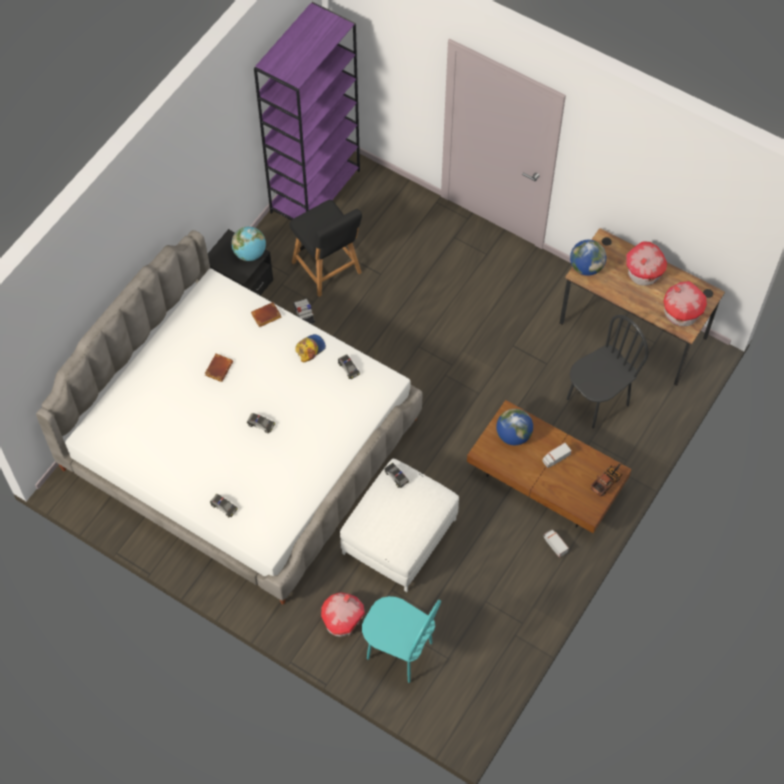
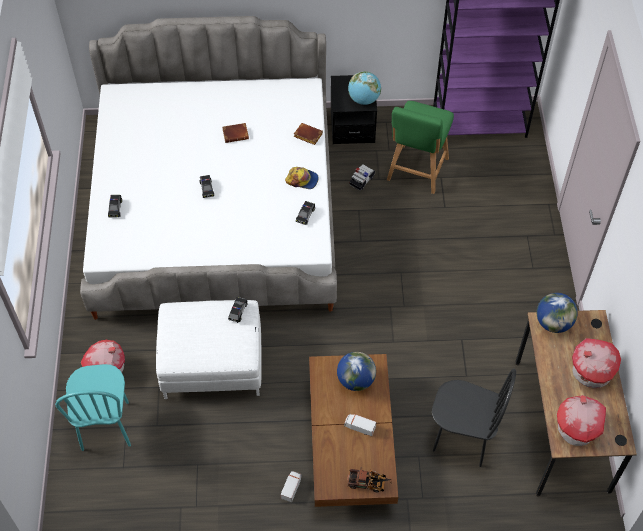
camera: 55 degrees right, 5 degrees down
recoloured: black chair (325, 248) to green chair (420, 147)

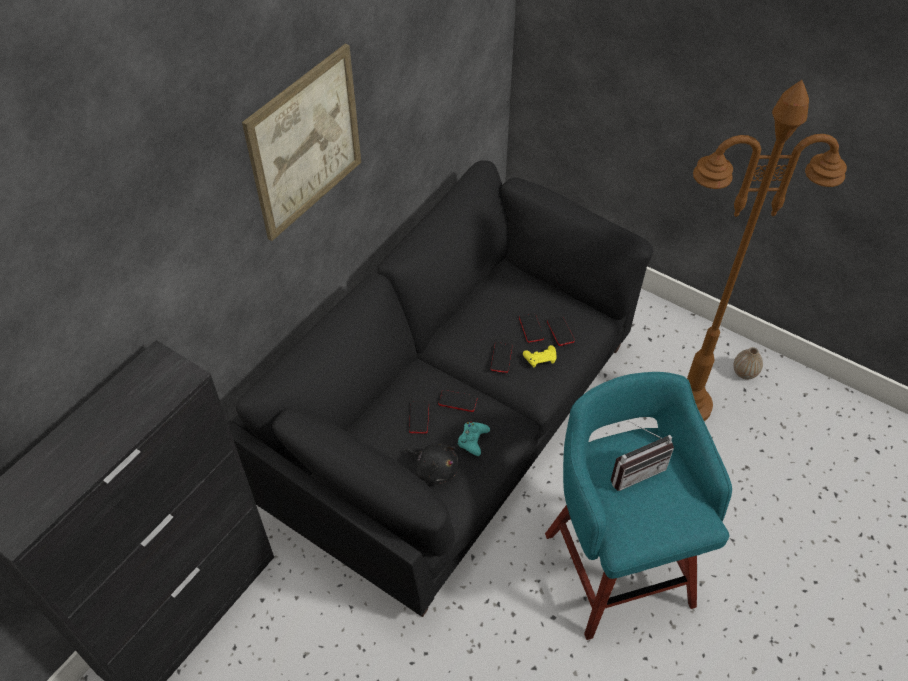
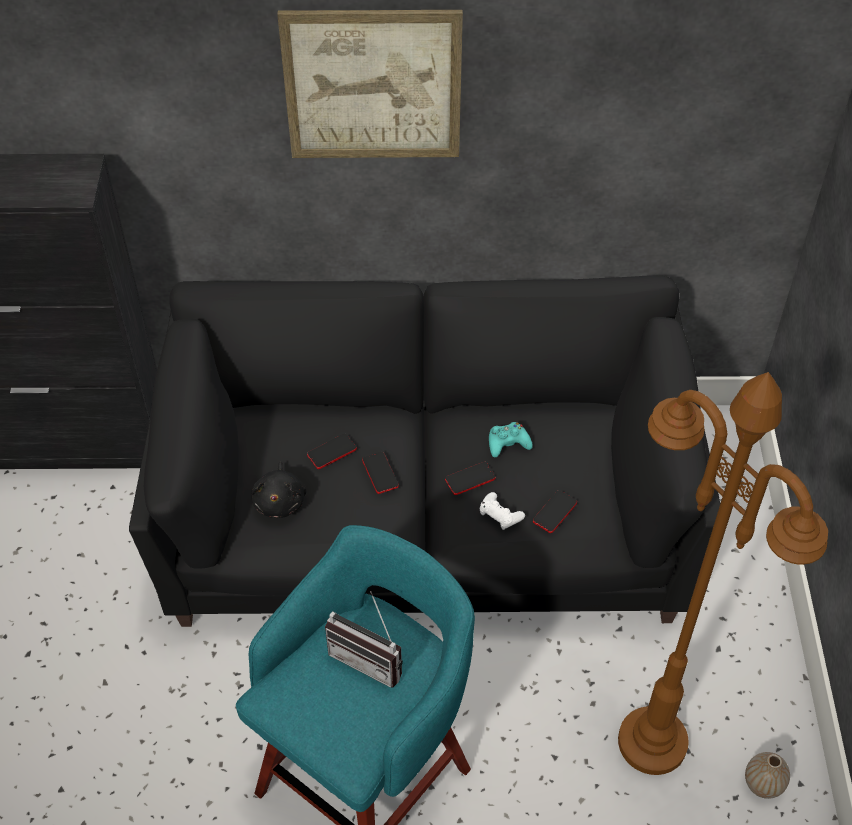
camera: 55 degrees right, 0 degrees up
removed: phone (531, 328)
moved: turquoise game controller (473, 438) to (511, 439)
recoloured: yellow game controller (540, 356) to white game controller (502, 511)

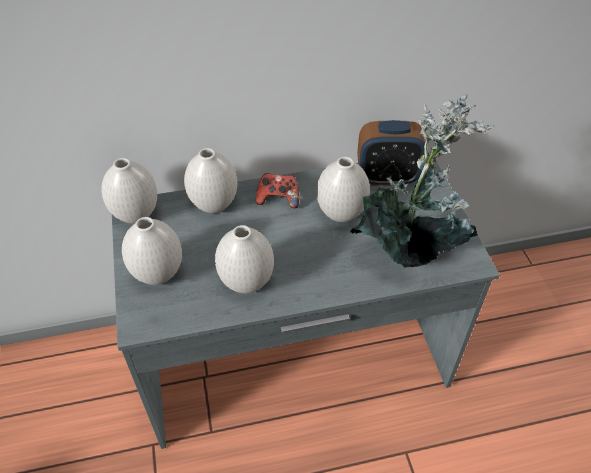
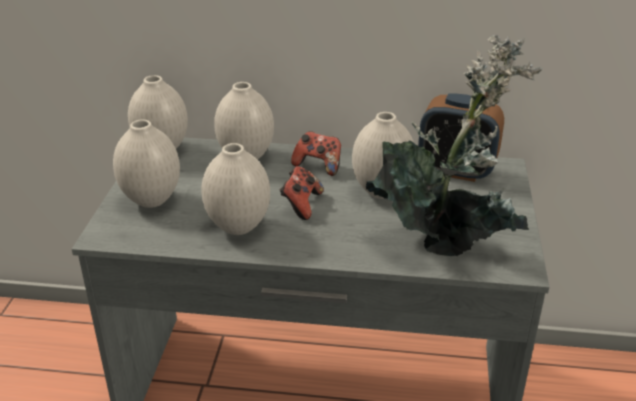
camera: 20 degrees right, 15 degrees down
added: game controller (301, 193)

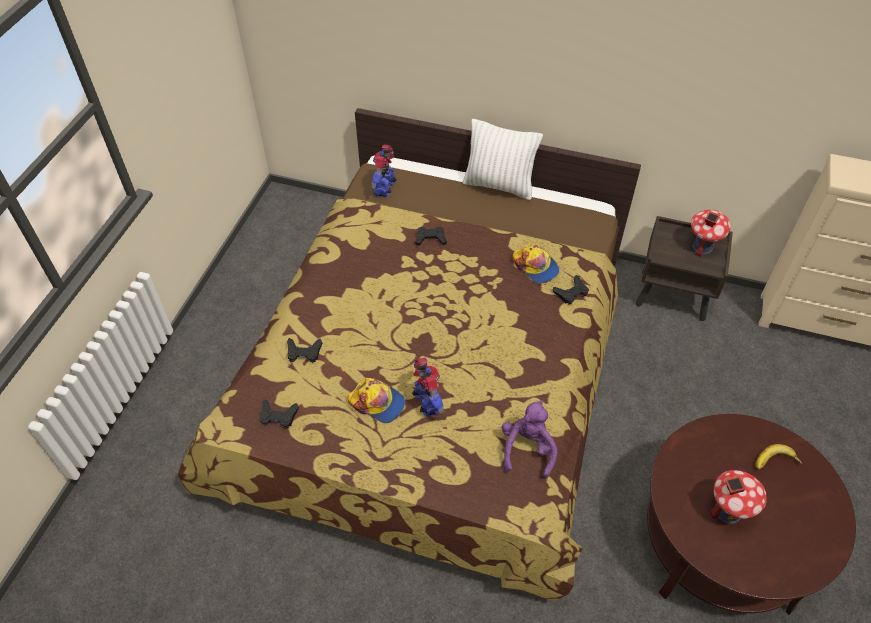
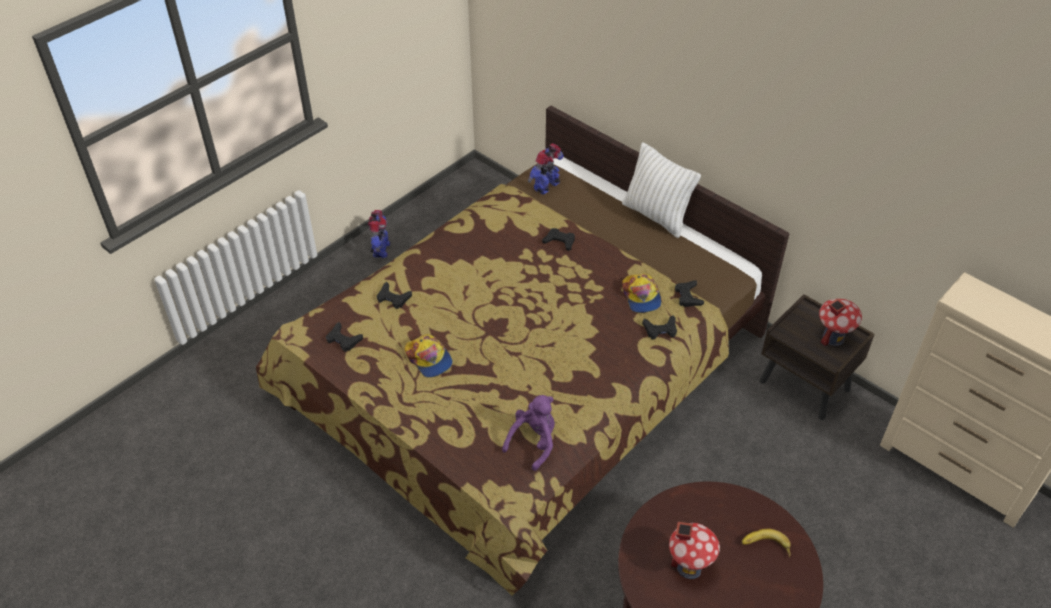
camera: 25 degrees right, 5 degrees down
added: black game controller (689, 293)
moved: toy robot (428, 387) to (379, 234)

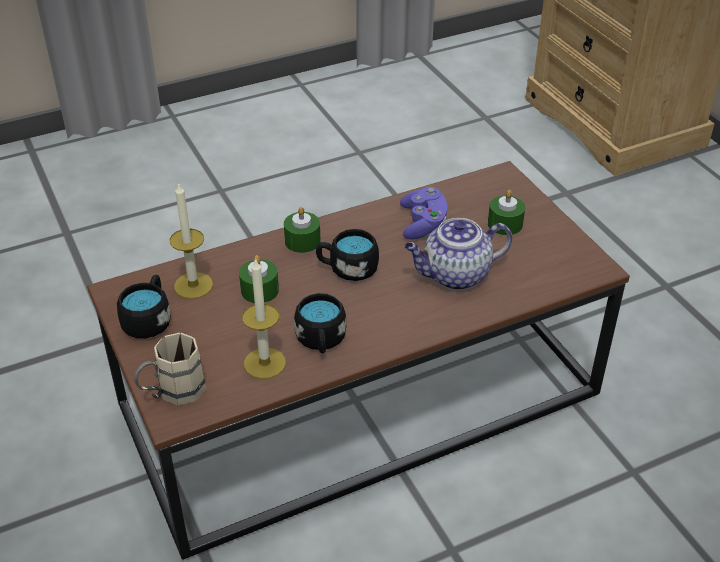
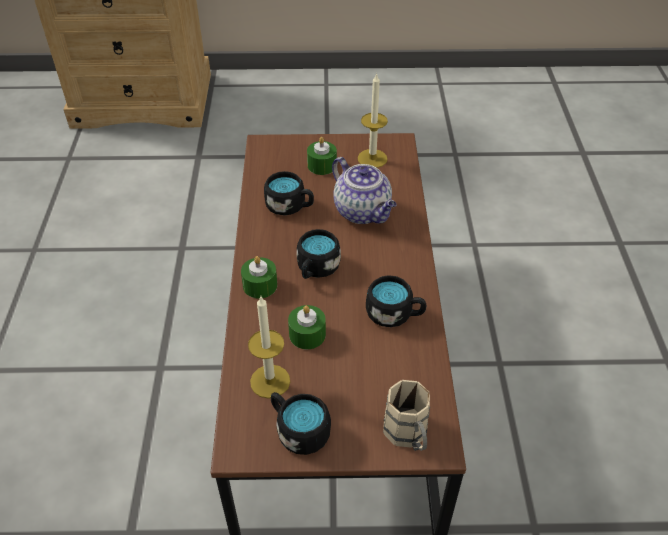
camera: 65 degrees left, 5 degrees up
moved: candle (264, 318) to (373, 120)
replaced: purple game controller (423, 213) to black mug (289, 193)
turned: teapot (458, 254) = (364, 190) 45 degrees counterclockwise

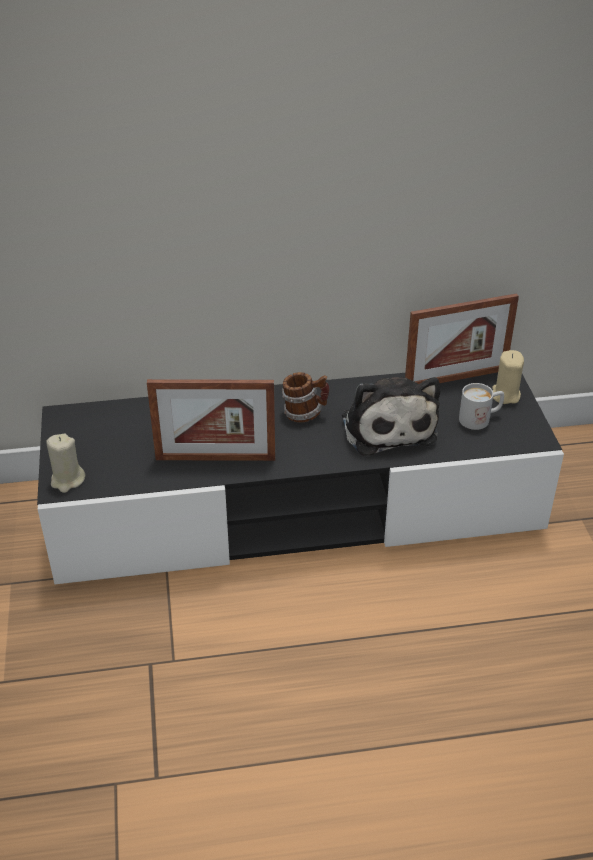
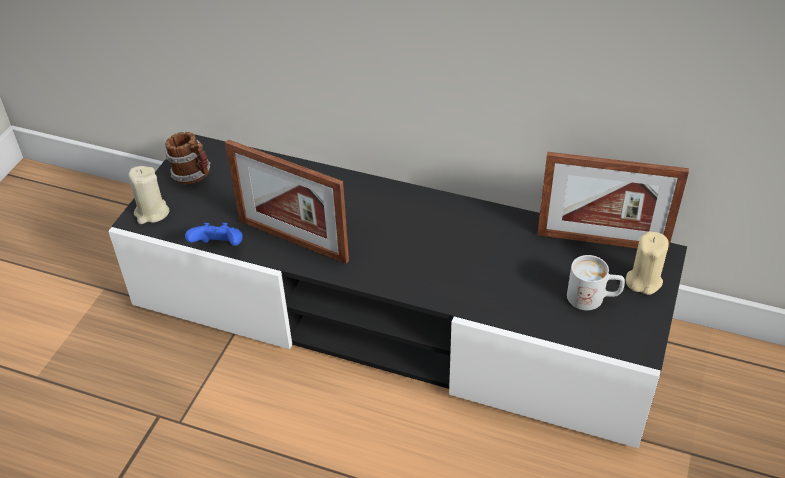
camera: 30 degrees right, 5 degrees up
removed: plush toy (391, 416)
added: blue game controller (214, 234)
moved: mug (305, 397) to (187, 158)

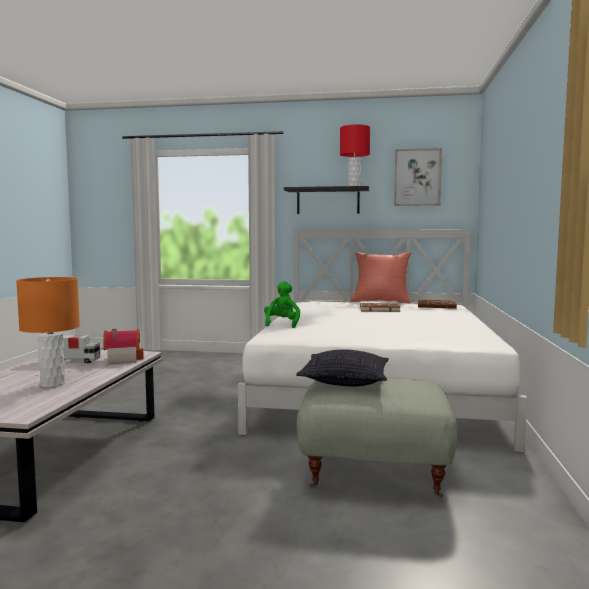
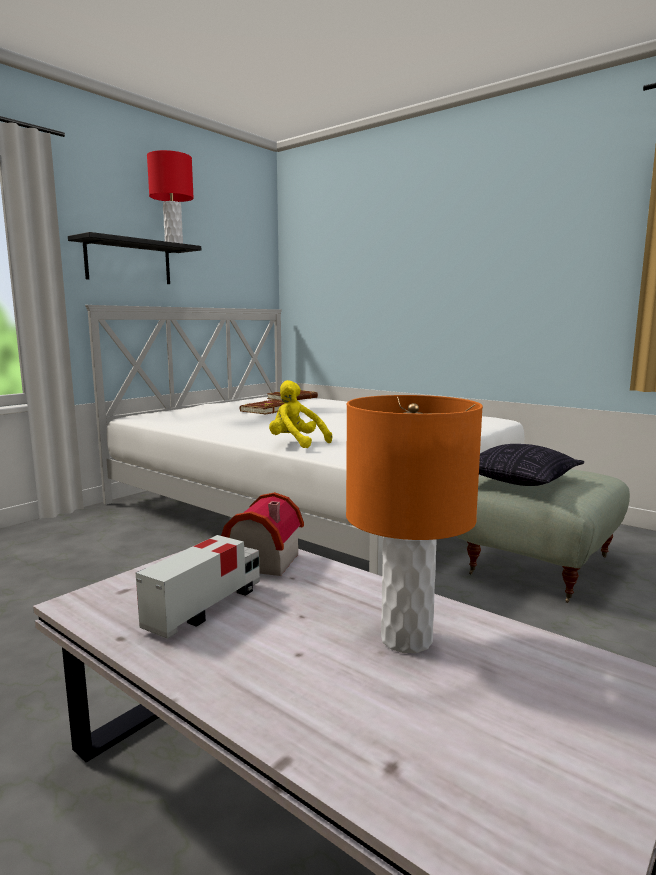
camera: 60 degrees left, 5 degrees up
removed: red pillow (381, 278); picture (418, 177)
recoloured: green plush toy (282, 304) to yellow plush toy (300, 414)

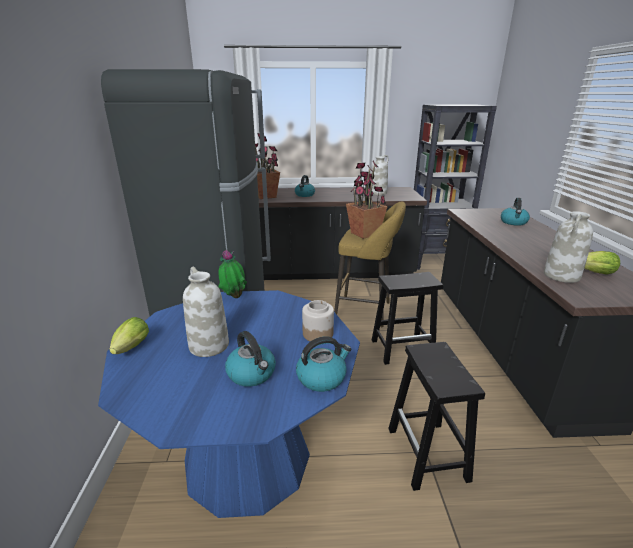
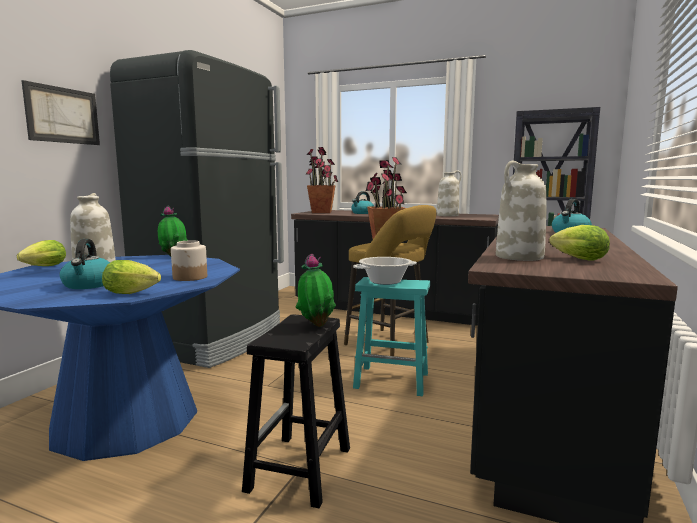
camera: 25 degrees right, 15 degrees down
added: picture (60, 112); potted plant (315, 290); cooking pot (385, 271)
replaced: kettle (323, 364) to lettuce (131, 277)
recoloured: black stool (407, 318) to turquoise stool (391, 336)

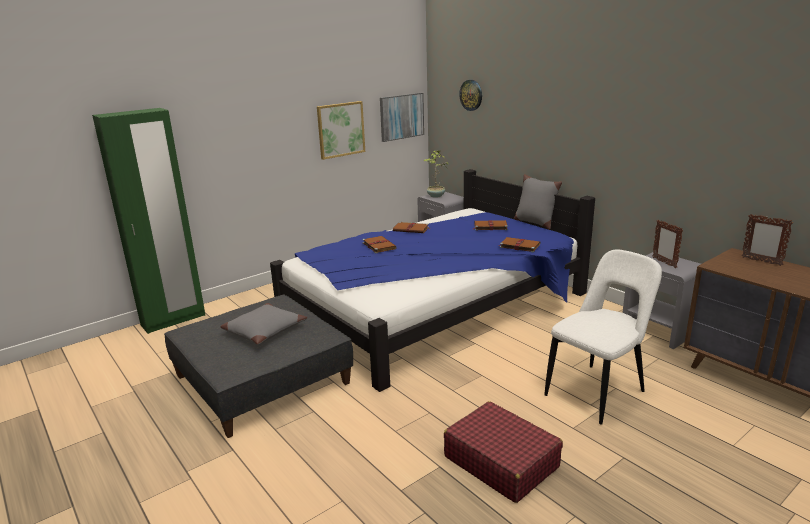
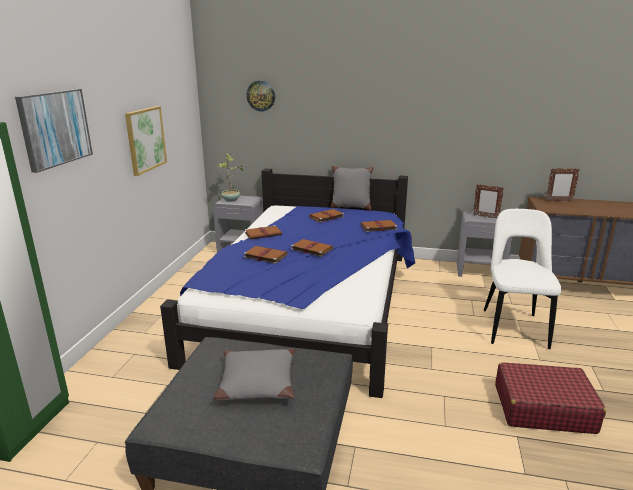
camera: 40 degrees left, 0 degrees up
added: brown book (312, 248)
moved: picture (402, 117) to (54, 131)

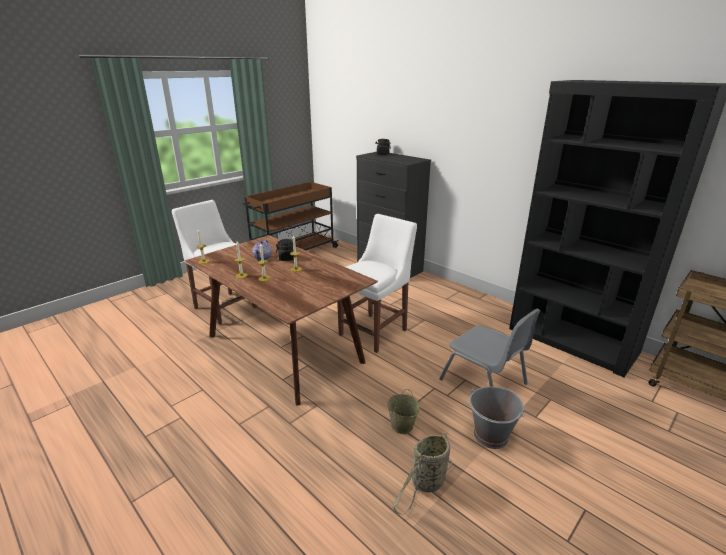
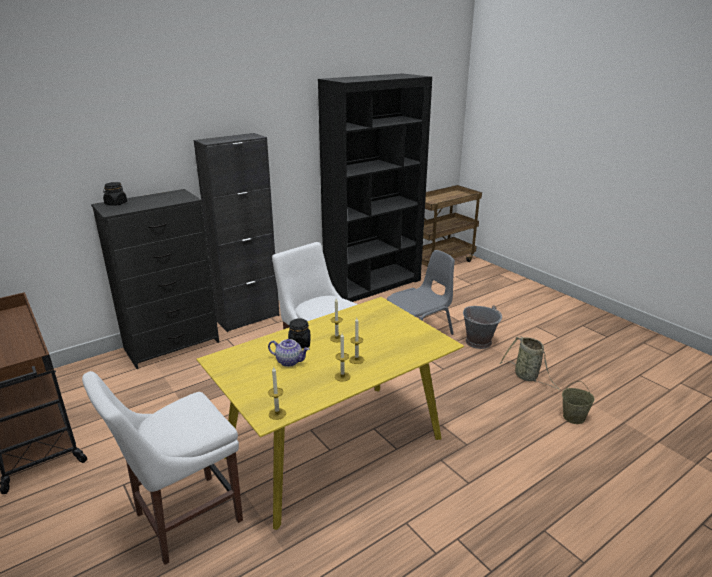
camera: 80 degrees left, 0 degrees up
added: black cabinet (237, 232)
moved: beige bucket (403, 411) to (578, 402)
recoloured: brown dining table (281, 320) to yellow dining table (330, 413)

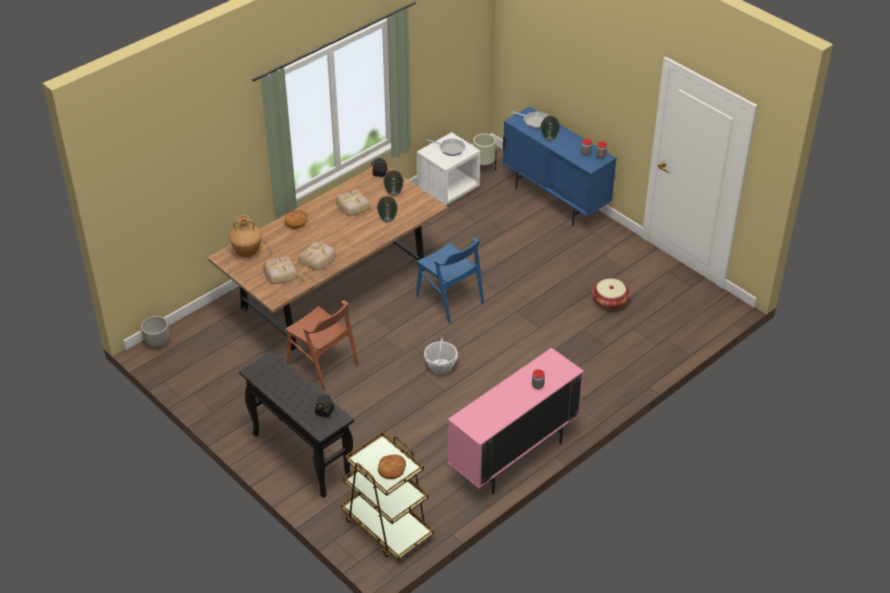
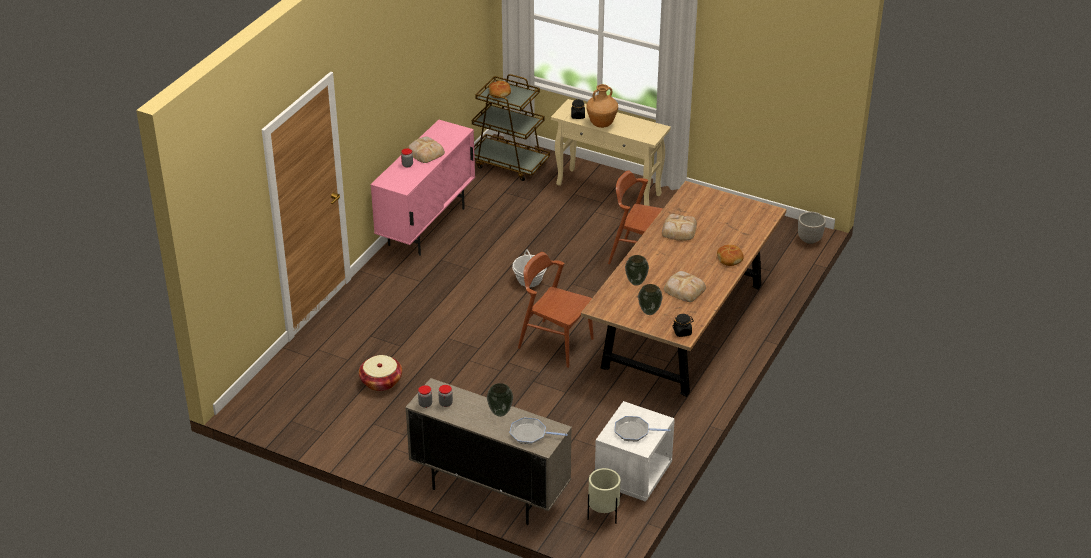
camera: 160 degrees right, 5 degrees down
moved: bread (280, 270) to (426, 149); brown vase (245, 236) to (602, 106)
recoloured: blue cabinet (559, 166) to beige cabinet (488, 451); blue chair (450, 280) to brown chair (556, 310); black console table (296, 424) to beige console table (611, 152)

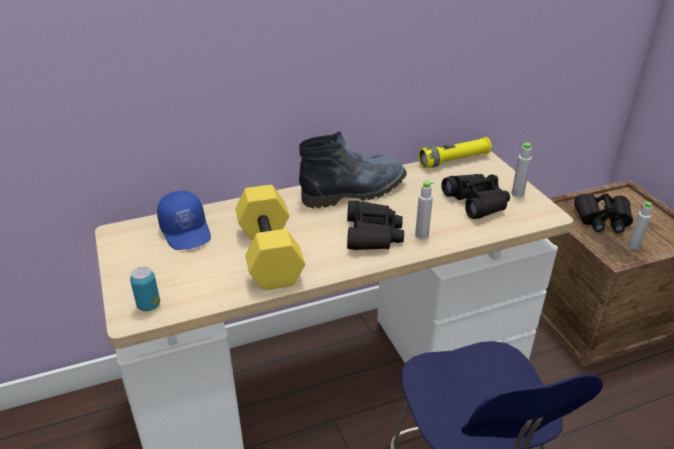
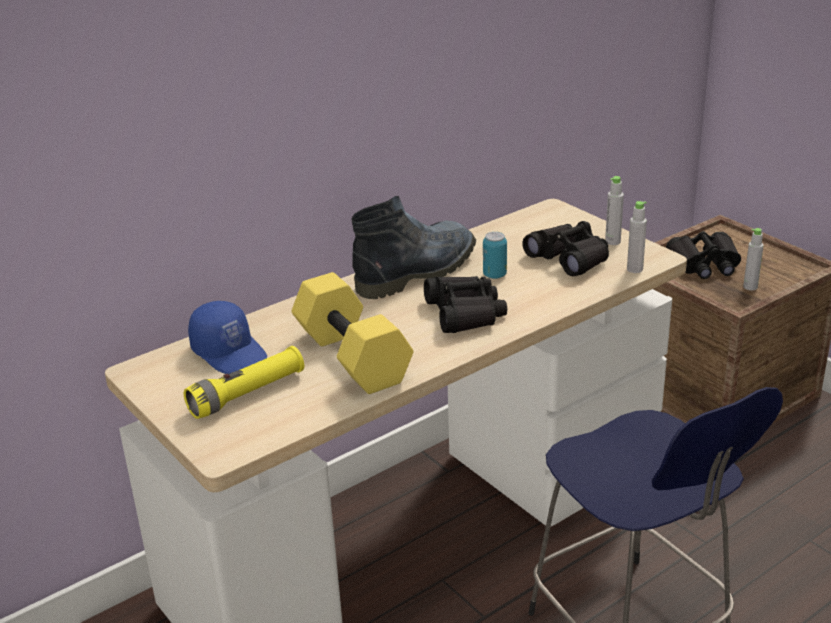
camera: 15 degrees left, 5 degrees down
moved: yellow flashlight (455, 152) to (244, 382); can (145, 288) to (495, 255); grey bottle (424, 210) to (637, 237)

